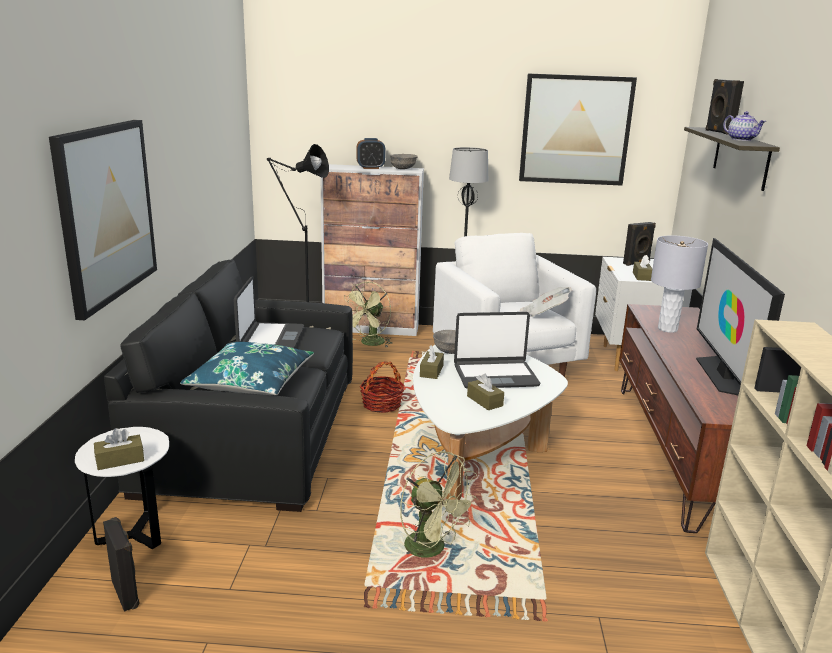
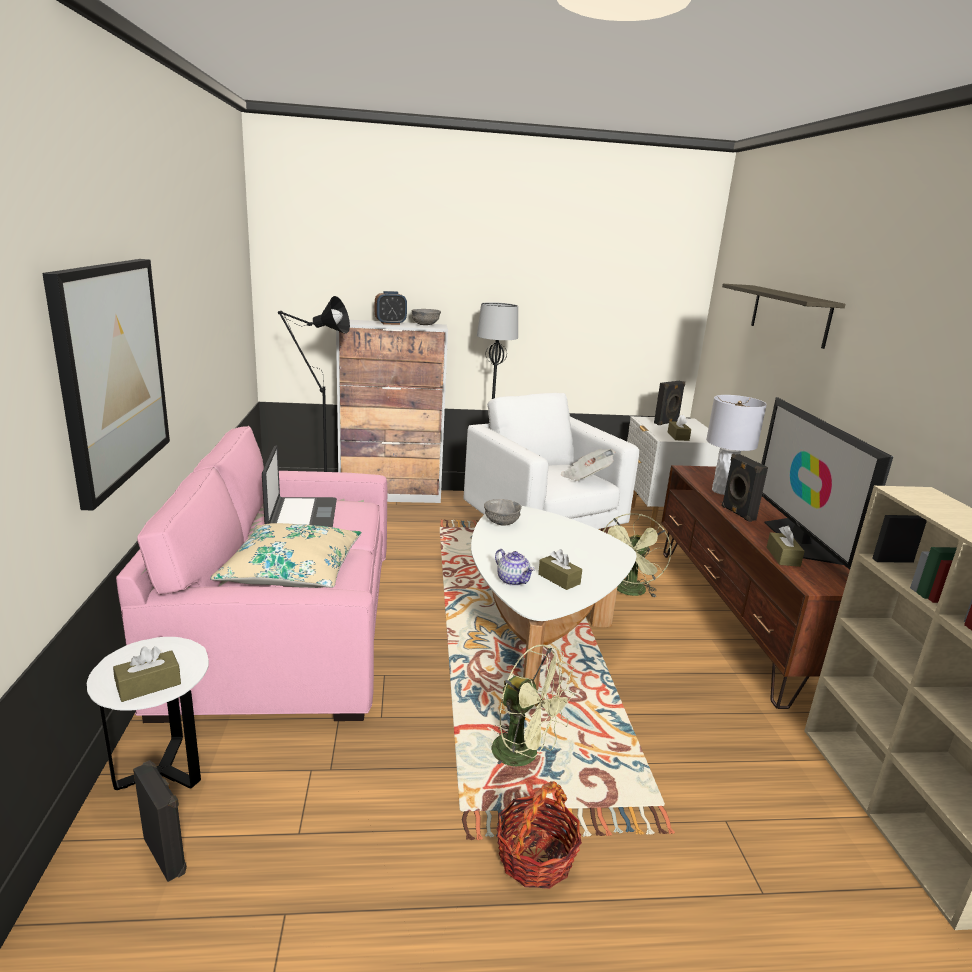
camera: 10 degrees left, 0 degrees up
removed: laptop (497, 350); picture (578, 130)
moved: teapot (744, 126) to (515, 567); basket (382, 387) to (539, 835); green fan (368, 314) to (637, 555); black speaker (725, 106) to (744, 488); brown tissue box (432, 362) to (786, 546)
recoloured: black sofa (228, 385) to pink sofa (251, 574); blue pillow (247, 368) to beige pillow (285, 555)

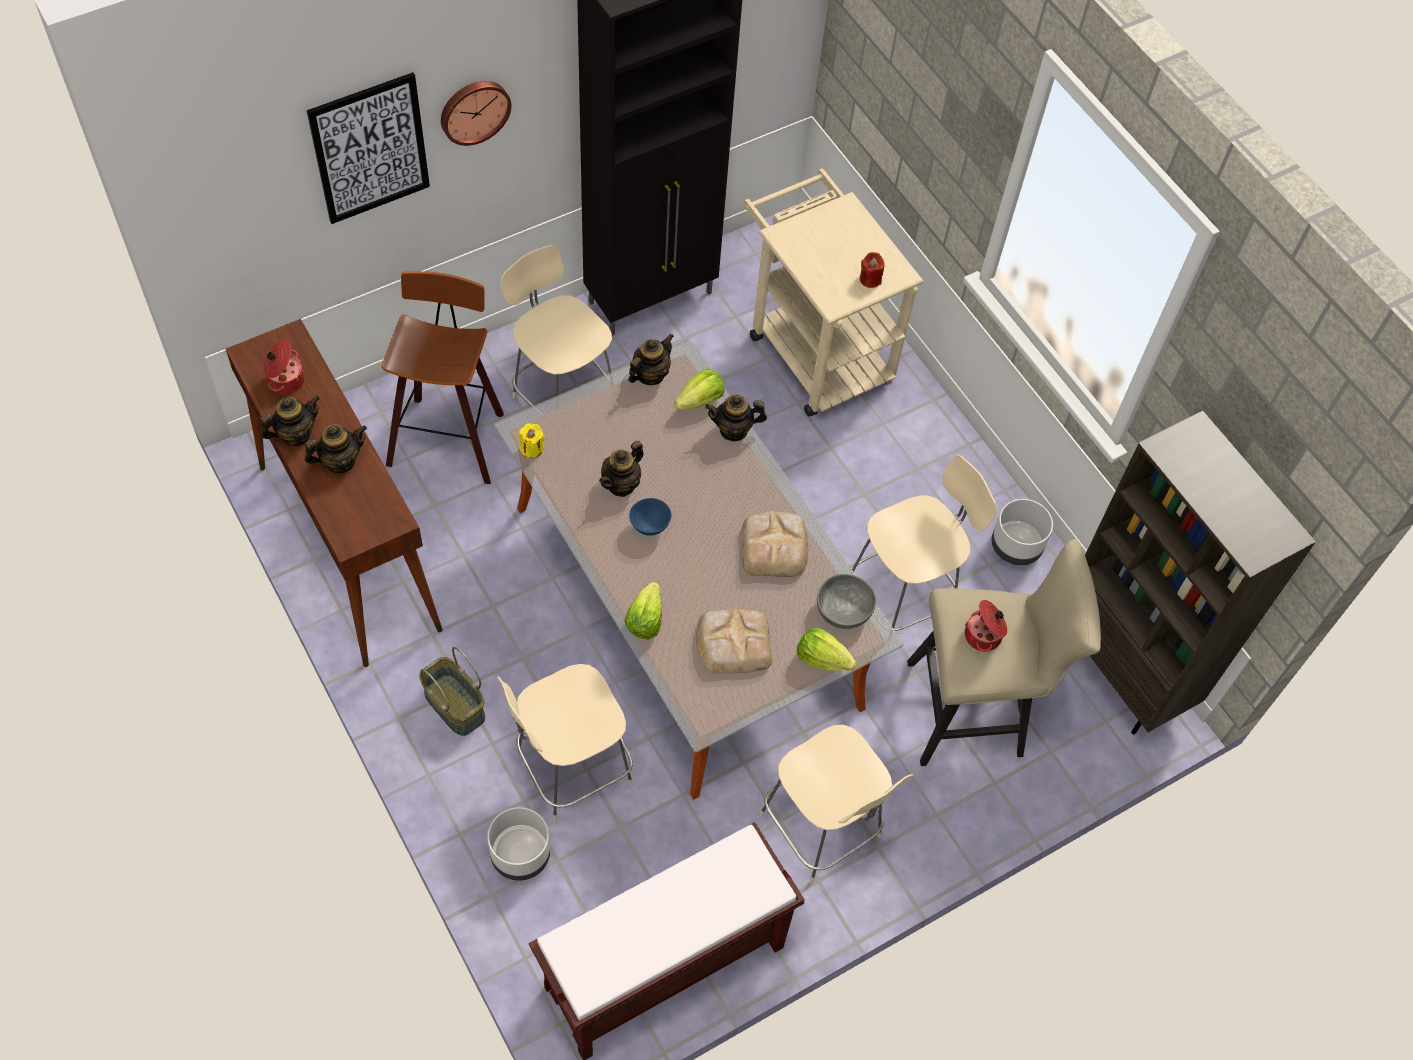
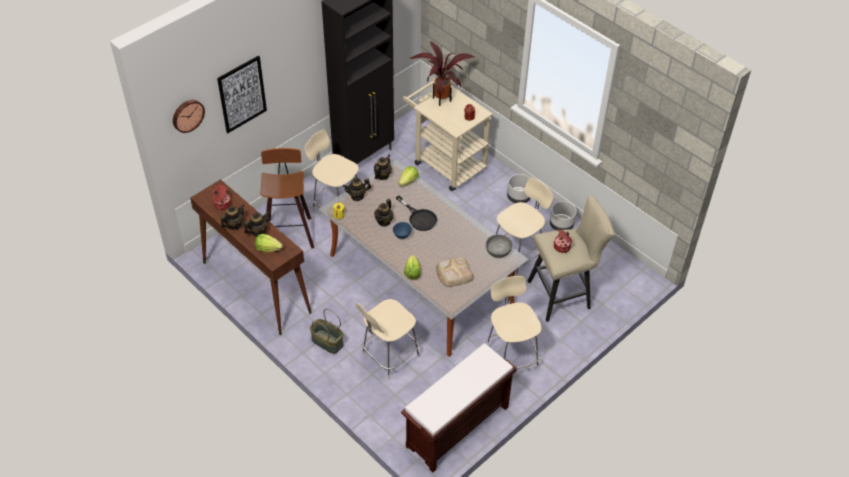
camera: 10 degrees left, 10 degrees down
removed: bread (774, 544); brown bookcase (1200, 572)
added: black frying pan (416, 213); potted plant (442, 73)
moved: wall clock (476, 113) to (189, 116); lettuce (827, 649) to (269, 243); teapot (736, 417) to (357, 189); grey planter (518, 844) to (519, 188)
turned: beige chair (836, 804) = (514, 322) 150 degrees counterclockwise

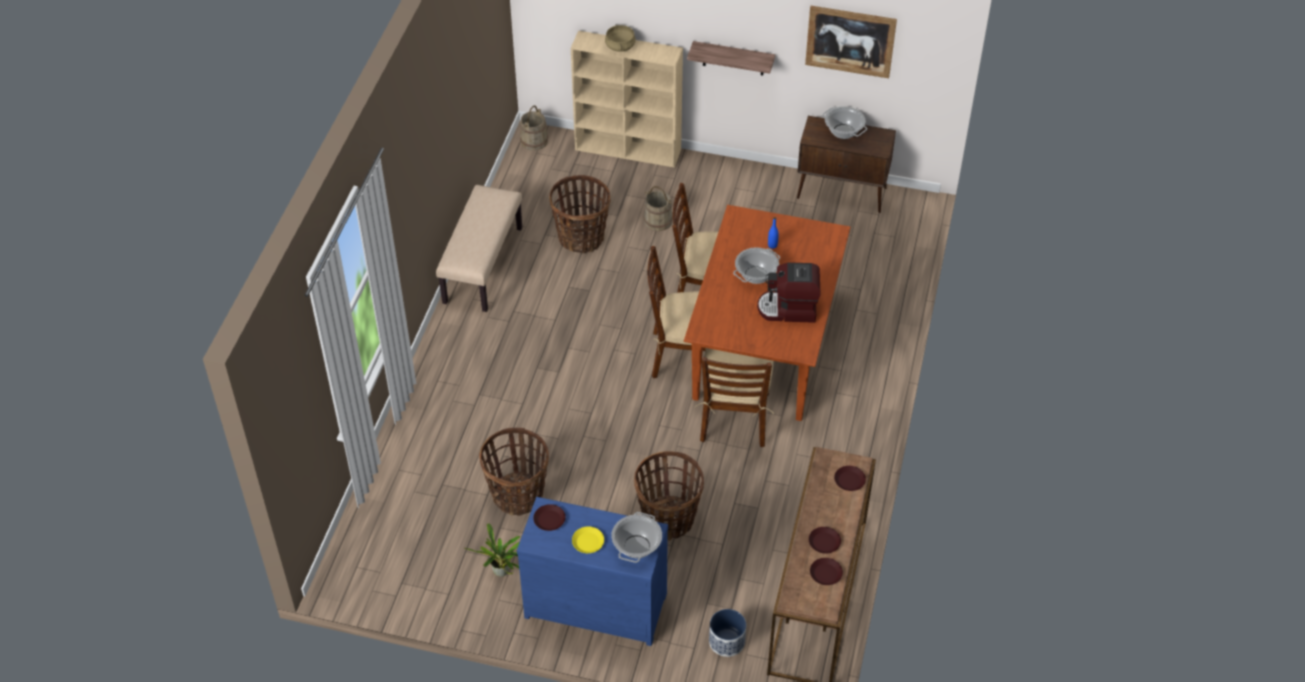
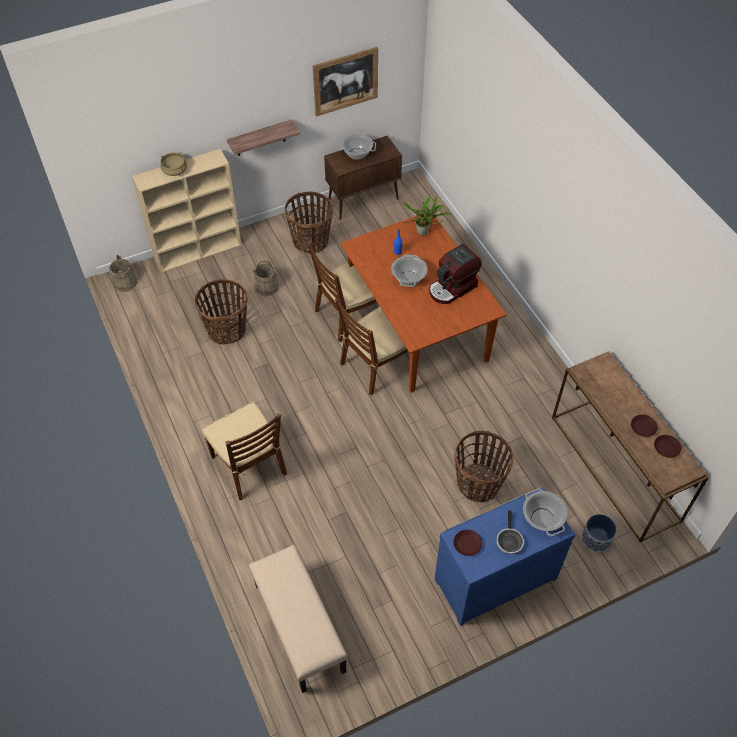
camera: 40 degrees left, 5 degrees up
removed: brown plate (850, 478)
moved: brown chair (734, 397) to (244, 451); beige bench (479, 248) to (298, 619); basket (514, 472) to (309, 222); potted plant (492, 550) to (426, 216)
replaced: yellow plate (588, 539) to frying pan (510, 532)

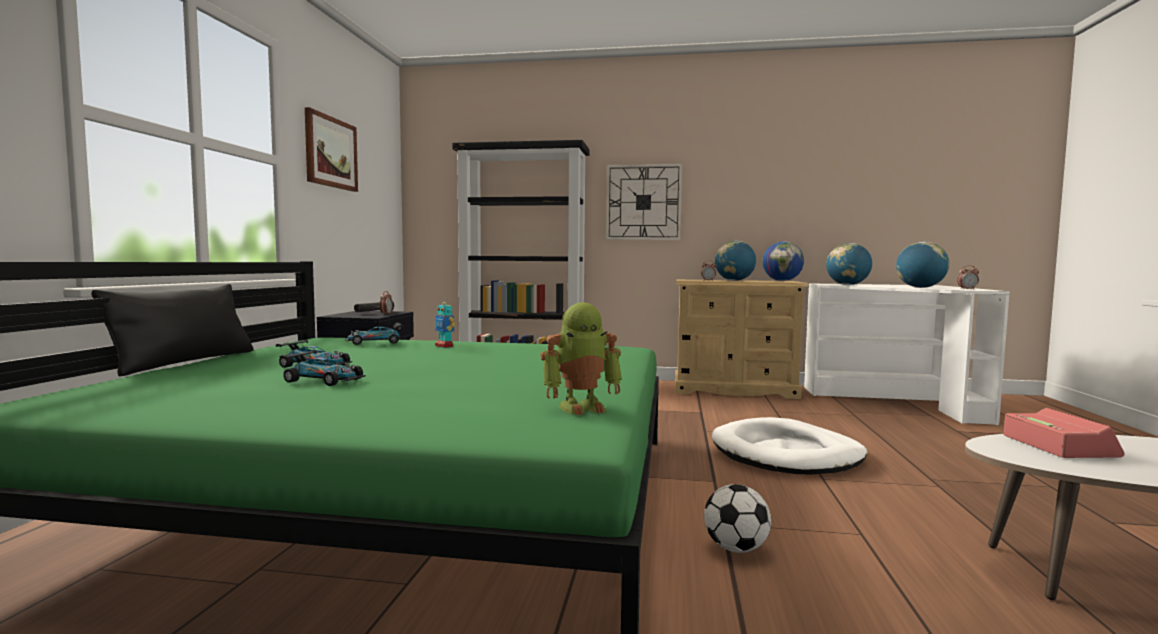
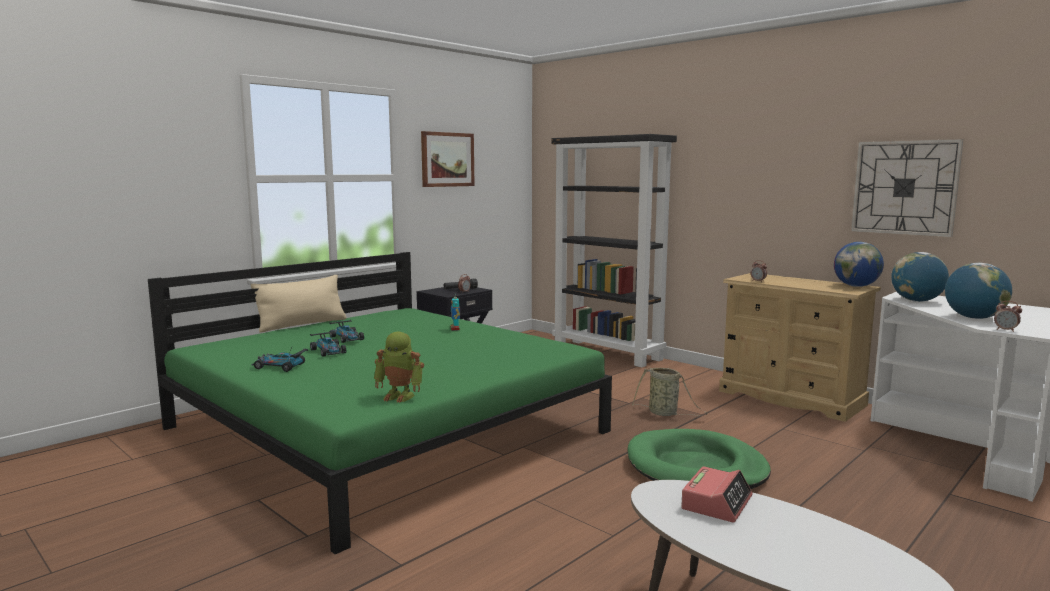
camera: 35 degrees right, 5 degrees up
removed: football (737, 518); globe (735, 261)
added: basket (670, 392)
moved: toy car (374, 333) to (279, 360); wall clock (644, 202) to (907, 188)
recoloured: black pillow (172, 330) to beige pillow (299, 304); white dog bed (789, 445) to green dog bed (699, 459)

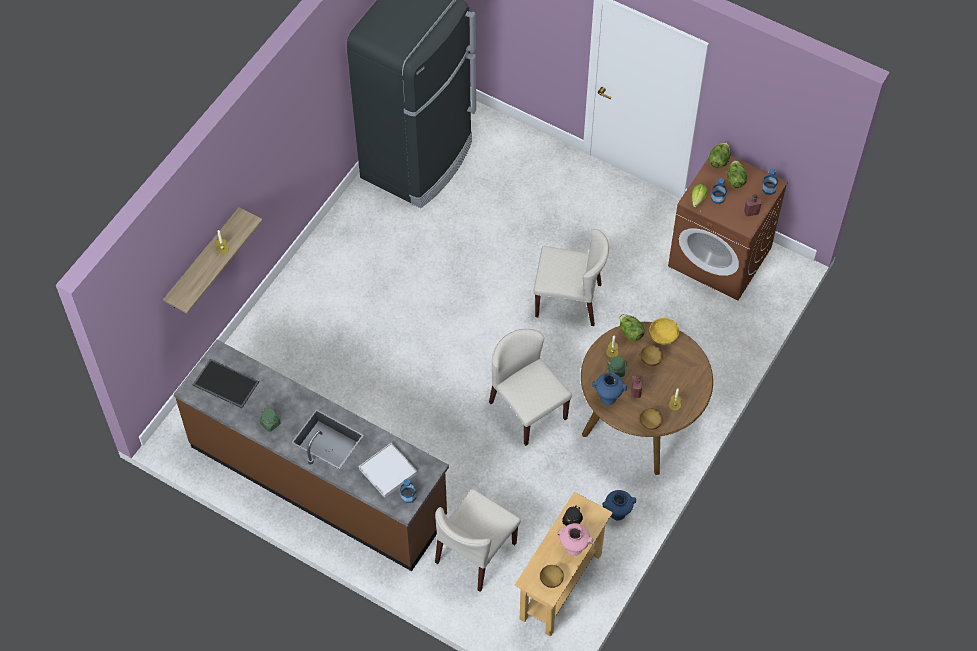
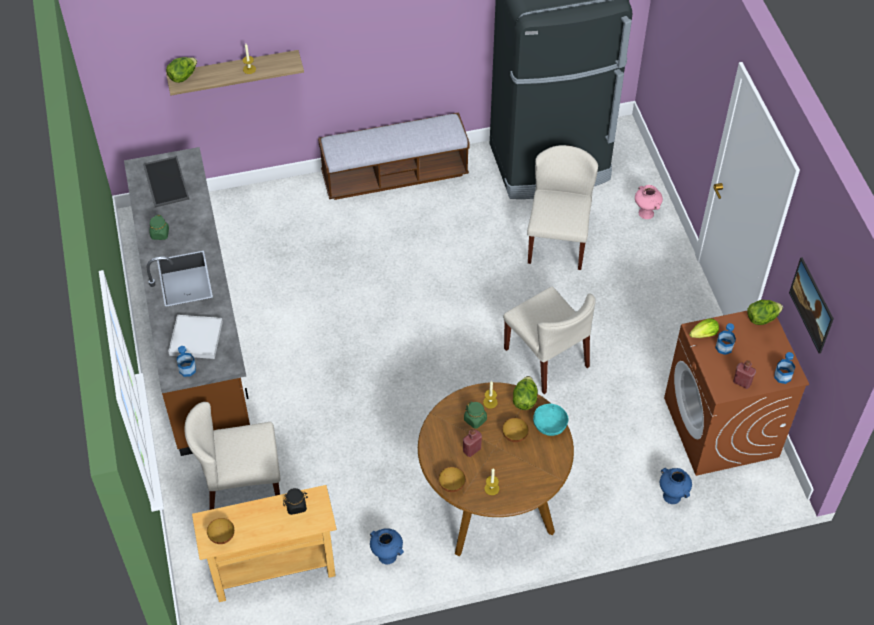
camera: 45 degrees right, 5 degrees down
added: bench (394, 156); picture (811, 306)
moved: lettuce (737, 174) to (181, 70); beige chair (530, 387) to (562, 207); pink vase (575, 539) to (649, 202); blue vase (609, 388) to (676, 486)
recoloured: yellow bowl (664, 331) to turquoise bowl (551, 420)

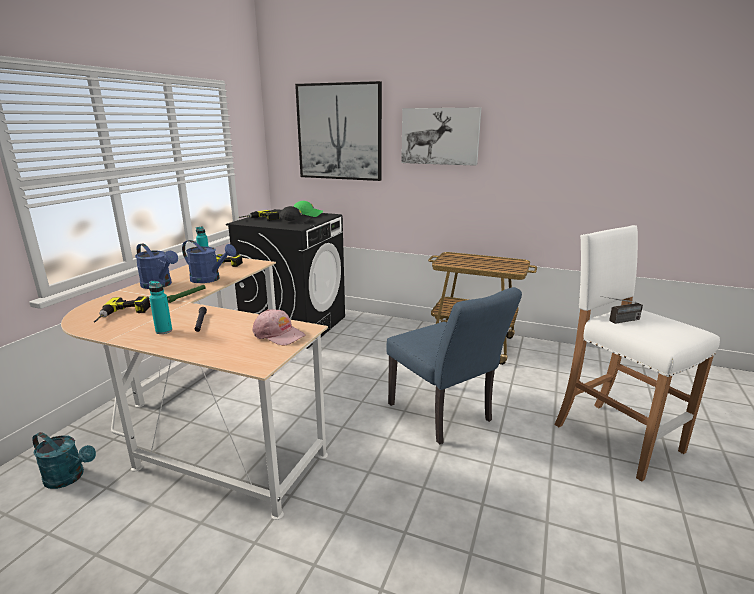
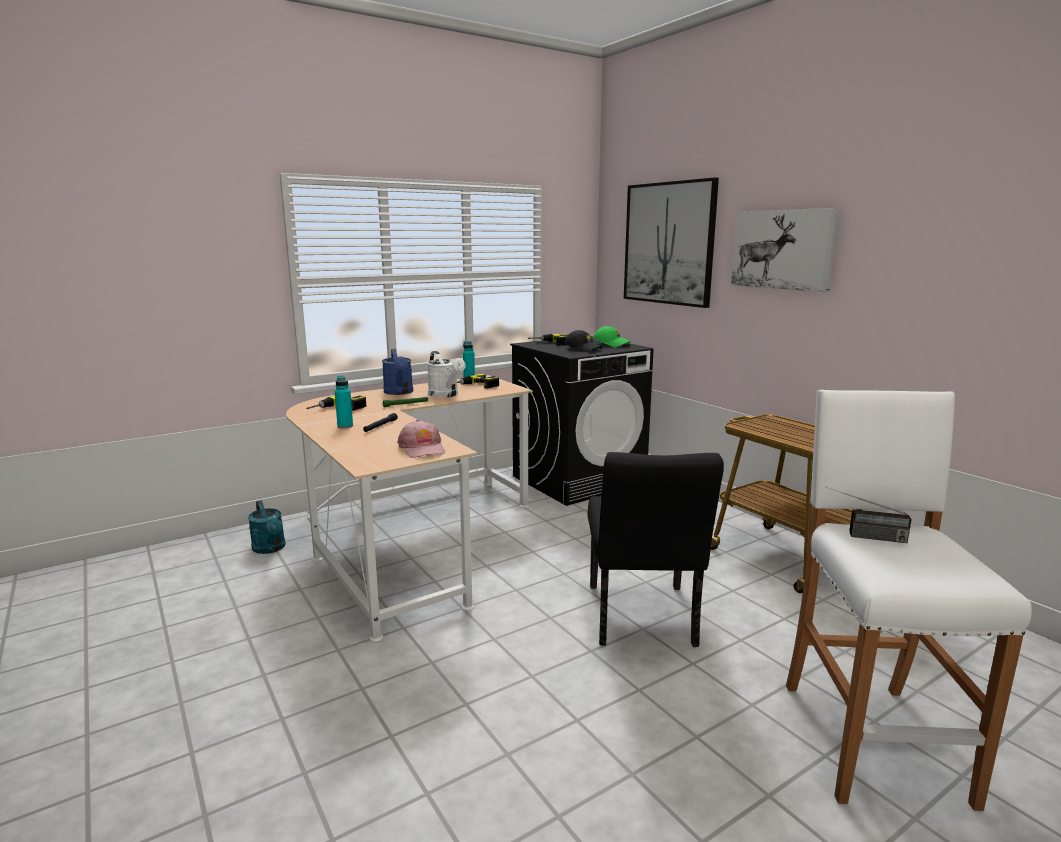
camera: 35 degrees right, 5 degrees down
recoloured: blue watering can (209, 261) to white watering can (446, 374); blue chair (454, 365) to black chair (656, 549)

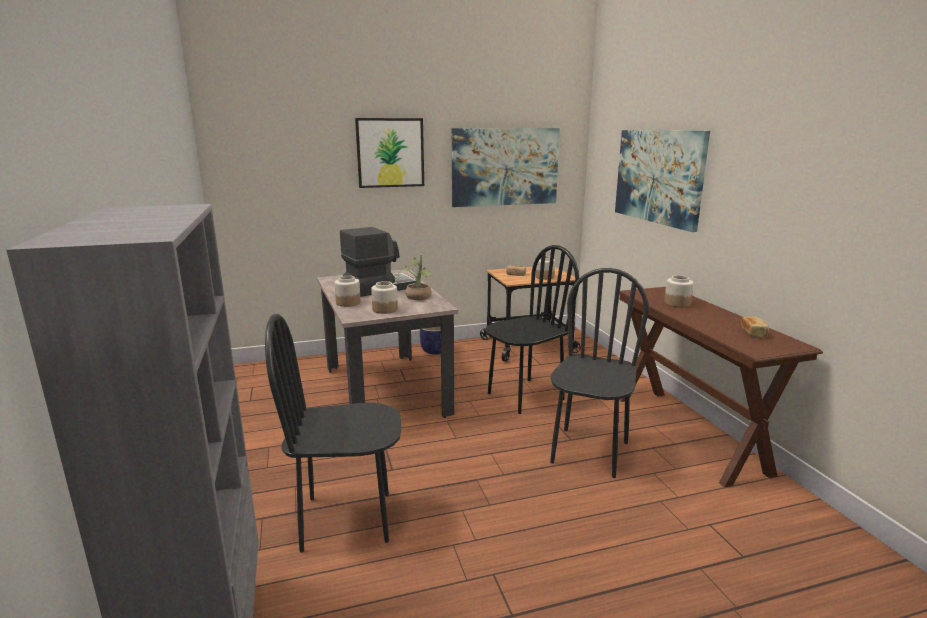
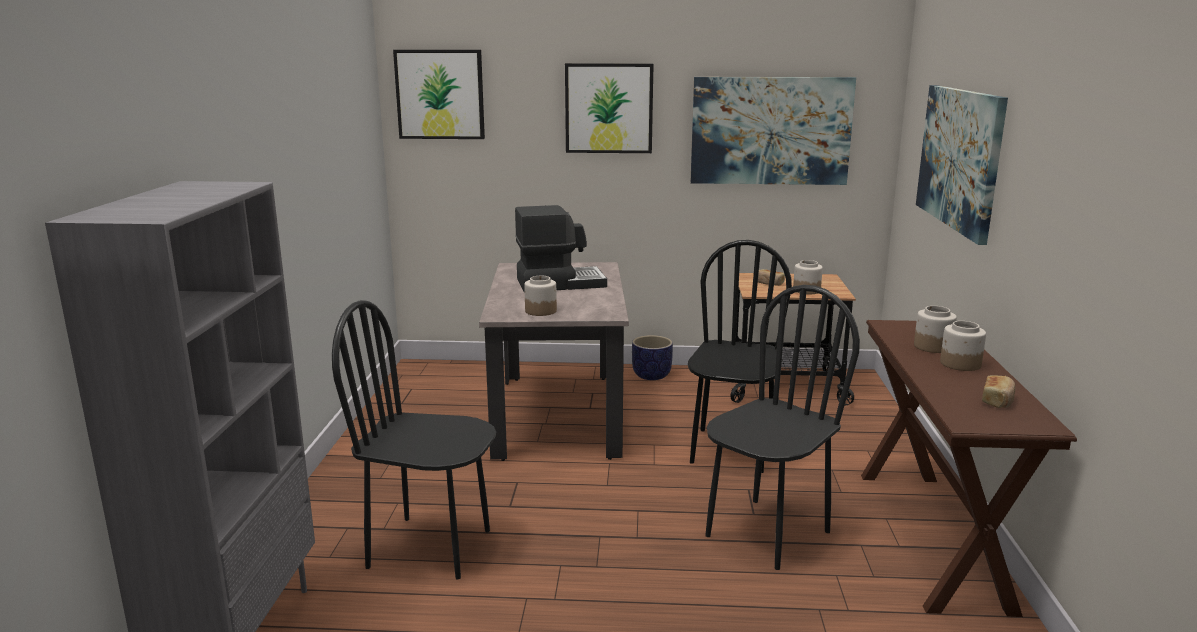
camera: 20 degrees right, 0 degrees up
removed: potted plant (417, 277)
added: picture (439, 94)
moved: jar (348, 291) to (963, 346)
turned: black chair (532, 329) = (740, 356) 60 degrees counterclockwise

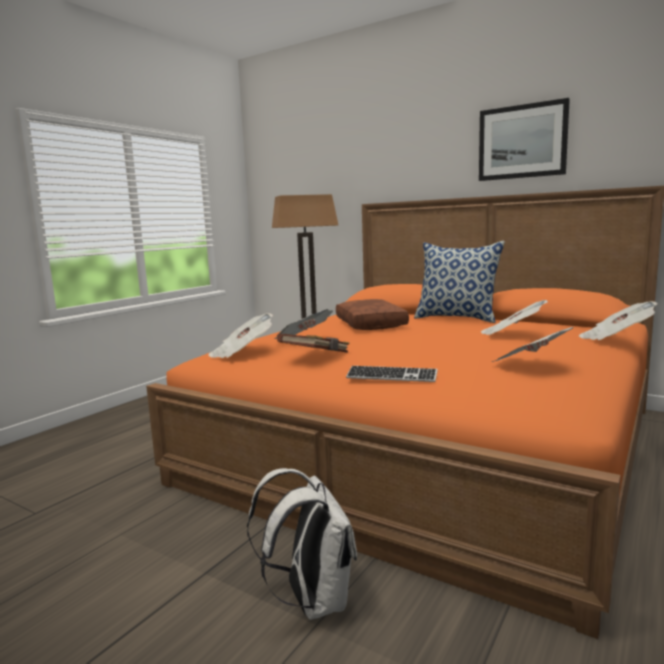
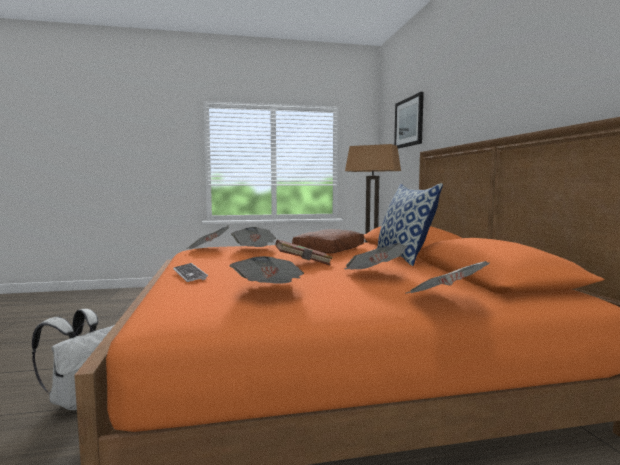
camera: 45 degrees right, 5 degrees down
moved: brown book (313, 343) to (304, 252); picture (524, 139) to (409, 120)

